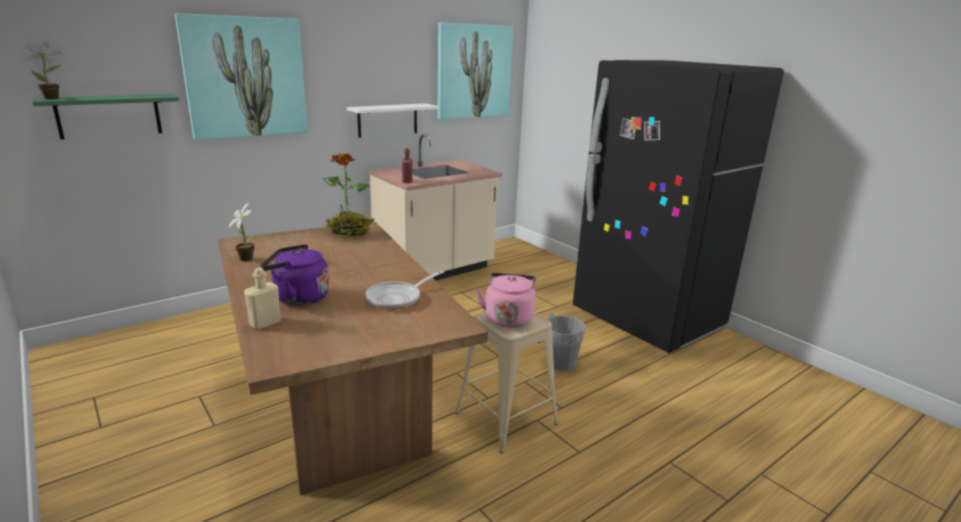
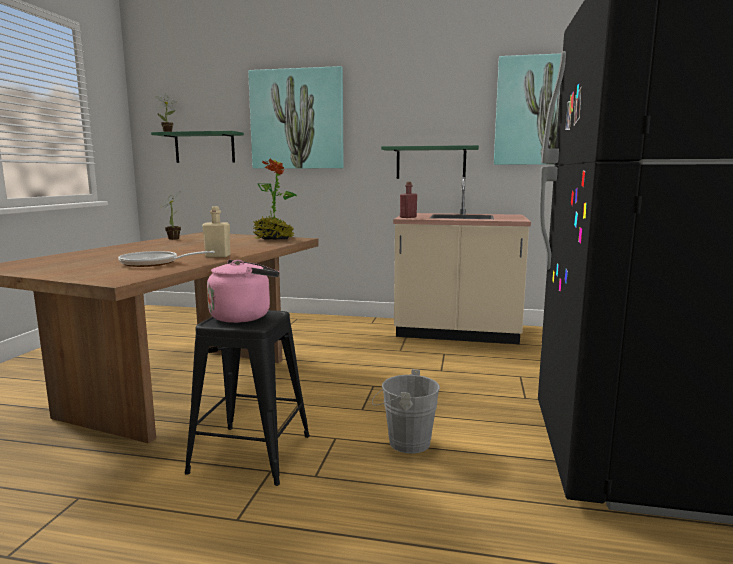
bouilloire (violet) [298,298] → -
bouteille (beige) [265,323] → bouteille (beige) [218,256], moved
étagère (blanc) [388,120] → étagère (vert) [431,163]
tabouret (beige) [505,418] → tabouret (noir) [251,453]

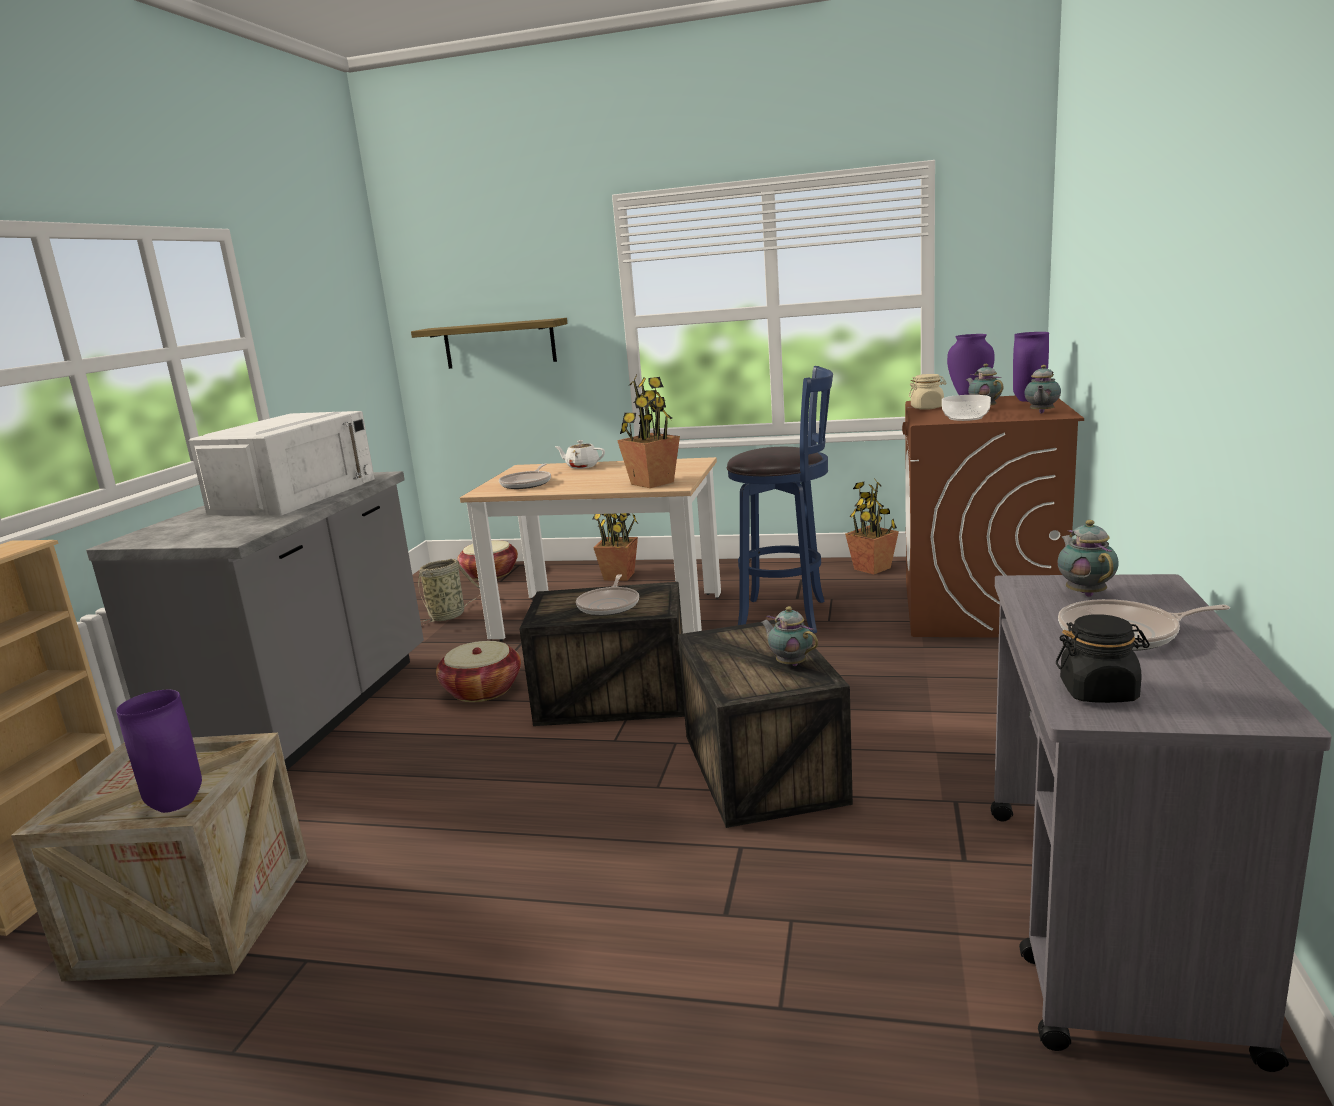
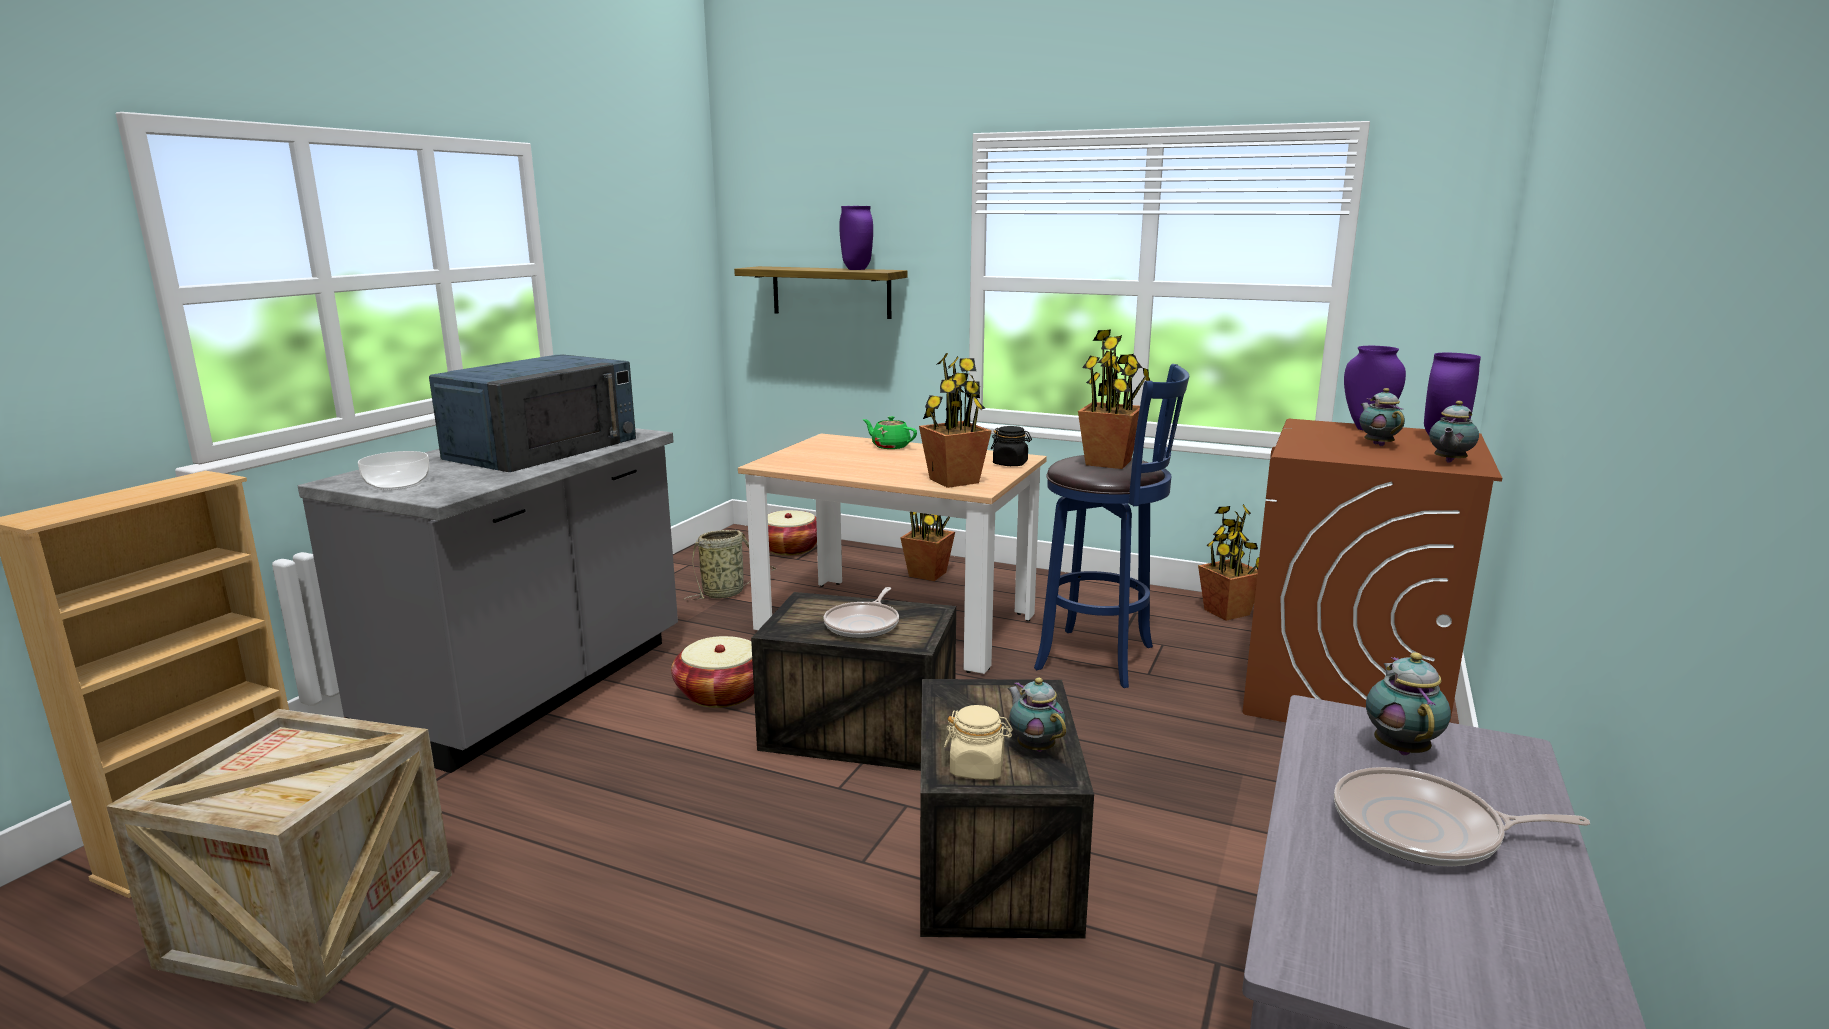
poêle [527,483] → -
- → plante en pot [1108,462]
vase (violet) [178,803] → vase (violet) [857,269], moved
bocal (beige) [927,408] → bocal (beige) [977,768], moved
bol [966,418] → bol [398,484], moved
bocal (noir) [1099,692] → bocal (noir) [1010,464], moved
micro-ondes (blanc) [295,495] → micro-ondes (bleu) [543,448]
théière (blanc) [582,466] → théière (vert) [890,446]

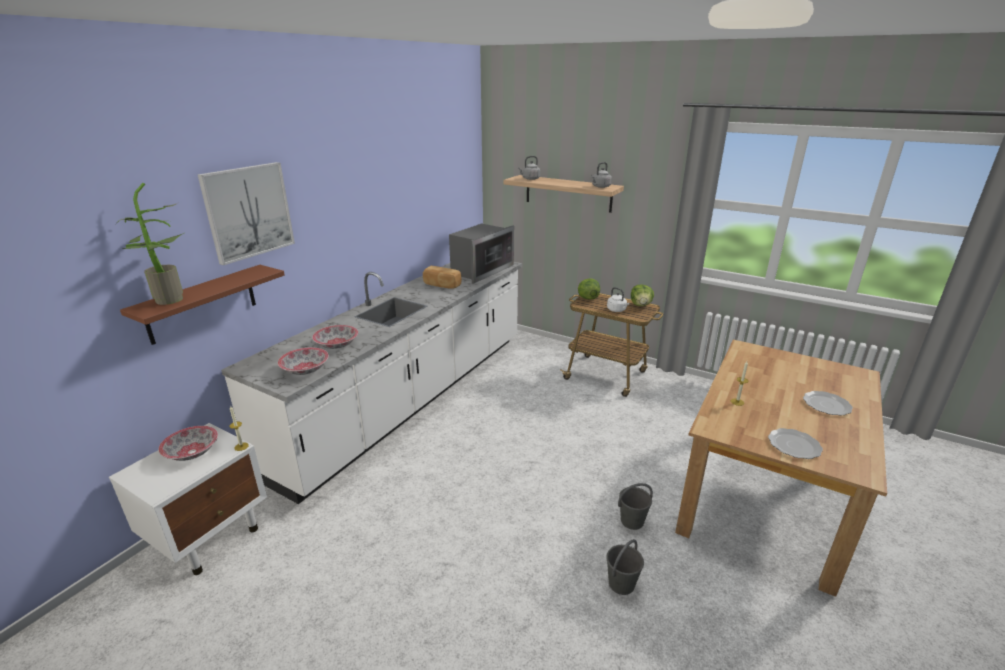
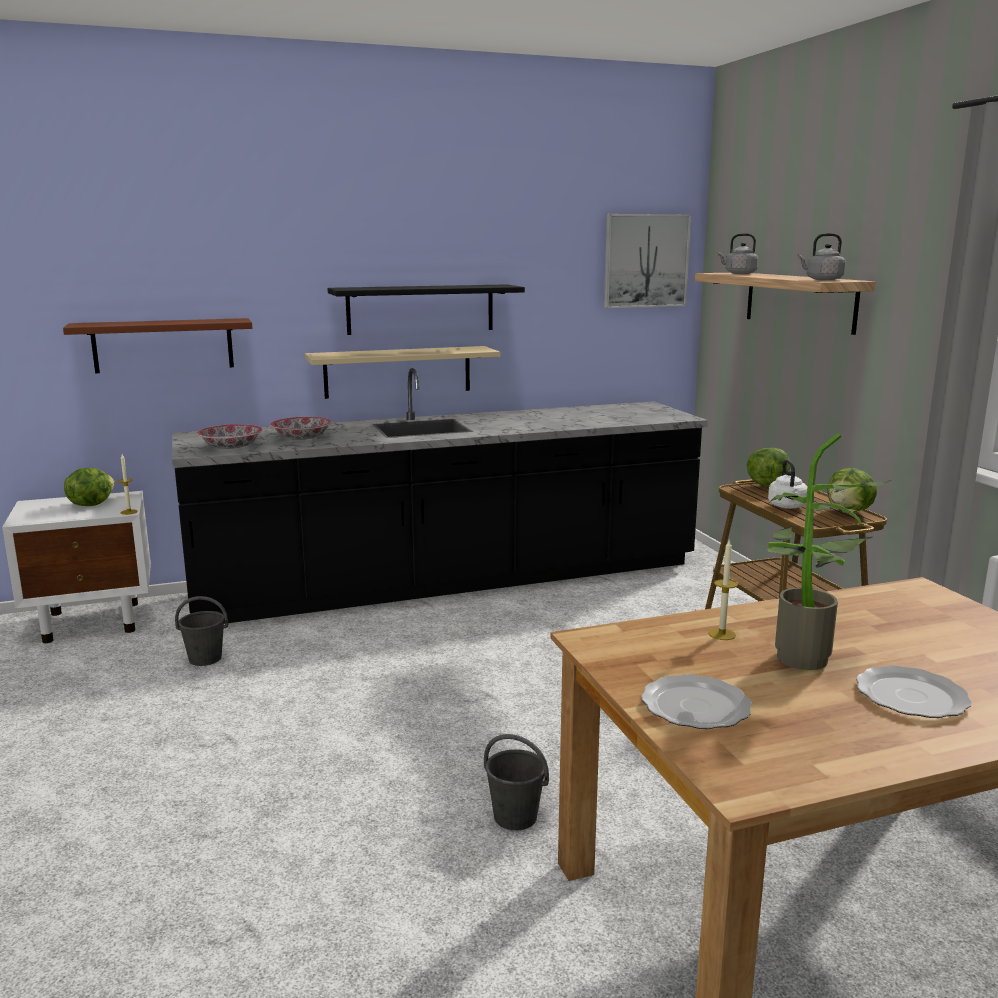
pain [442,285] → -
micro-ondes [481,270] → -
- → étagère (beige) [398,372]
- → étagère (noir) [421,309]
plante en pot [169,301] → plante en pot [802,662], moved
tableau [248,211] → tableau [646,261], moved
seau (gris) [621,583] → seau (gris) [206,658], moved
bol [191,452] → laitue [90,504]
comptoir de cuisine (blanc) [412,398] → comptoir de cuisine (noir) [451,582]

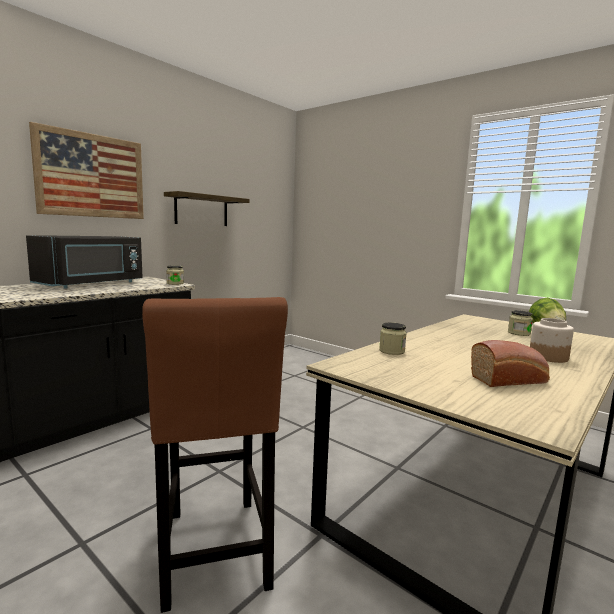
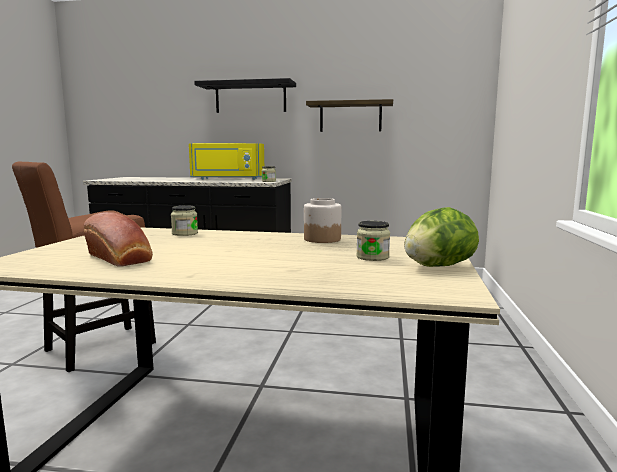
bocal [547,357] → bocal [322,239], moved
tableau [91,176] → étagère (noir) [250,98]
micro-ondes (noir) [93,284] → micro-ondes (jaune) [227,179]

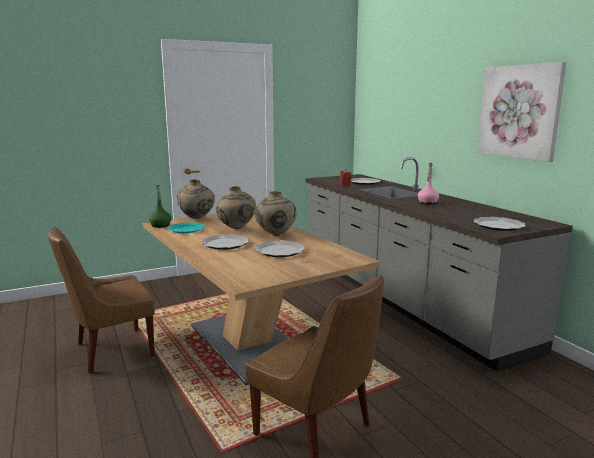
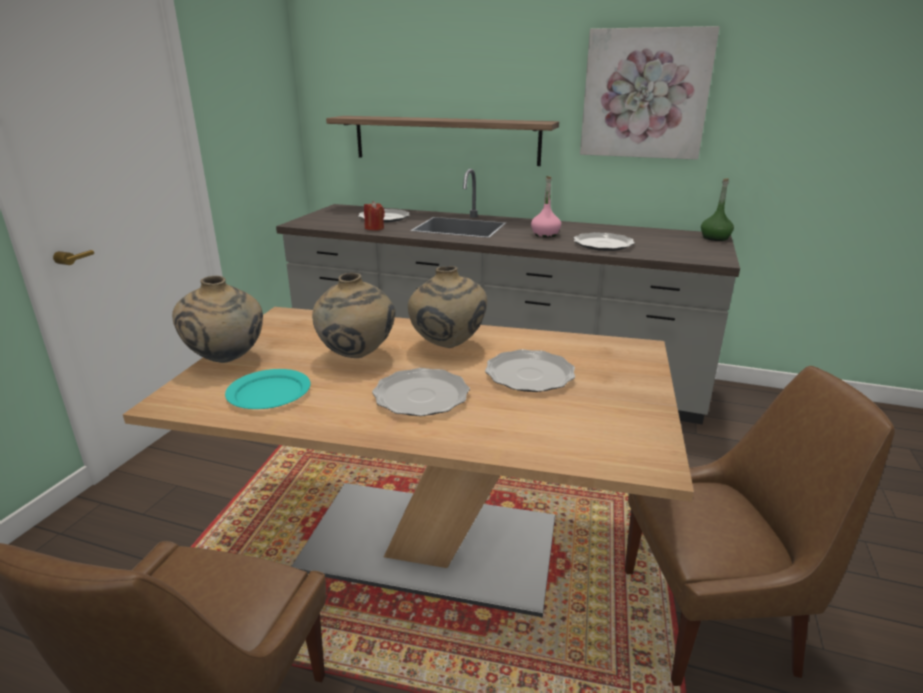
- → étagère [445,140]
bouteille (vert) [160,225] → bouteille (vert) [715,238], moved
assiette [498,226] → assiette [602,244], moved

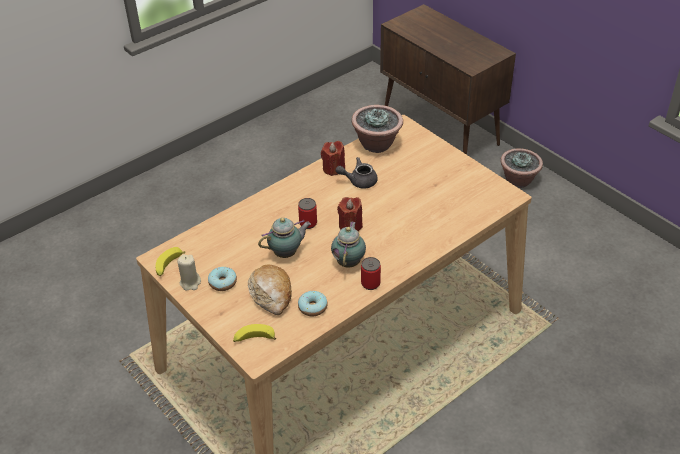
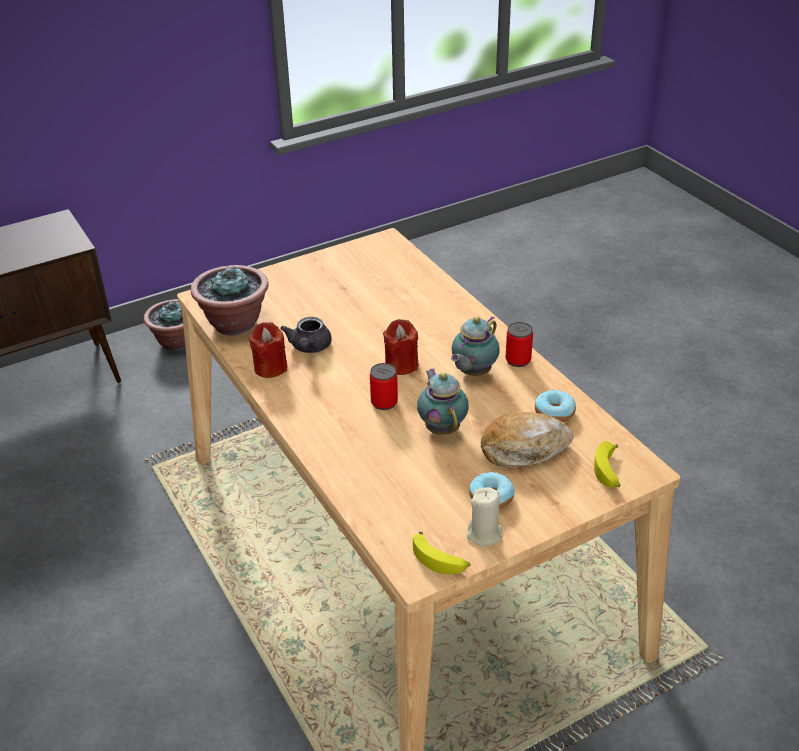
théière [349,261] → théière [473,373], 75 degrees counterclockwise

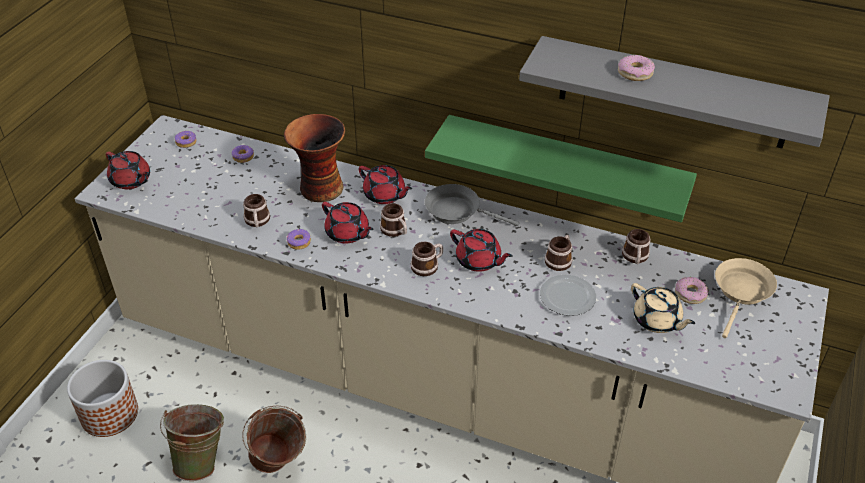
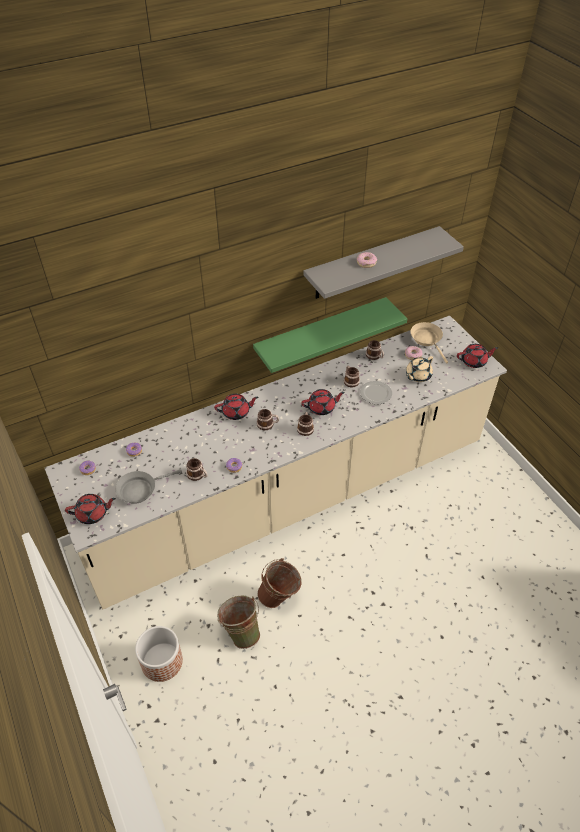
vase [320,189] → -
théière (rouge) [348,233] → théière (rouge) [474,361], moved
poêle (gris) [457,211] → poêle (gris) [140,489], moved
théière (beige) [657,321] → théière (beige) [417,376], 135 degrees clockwise

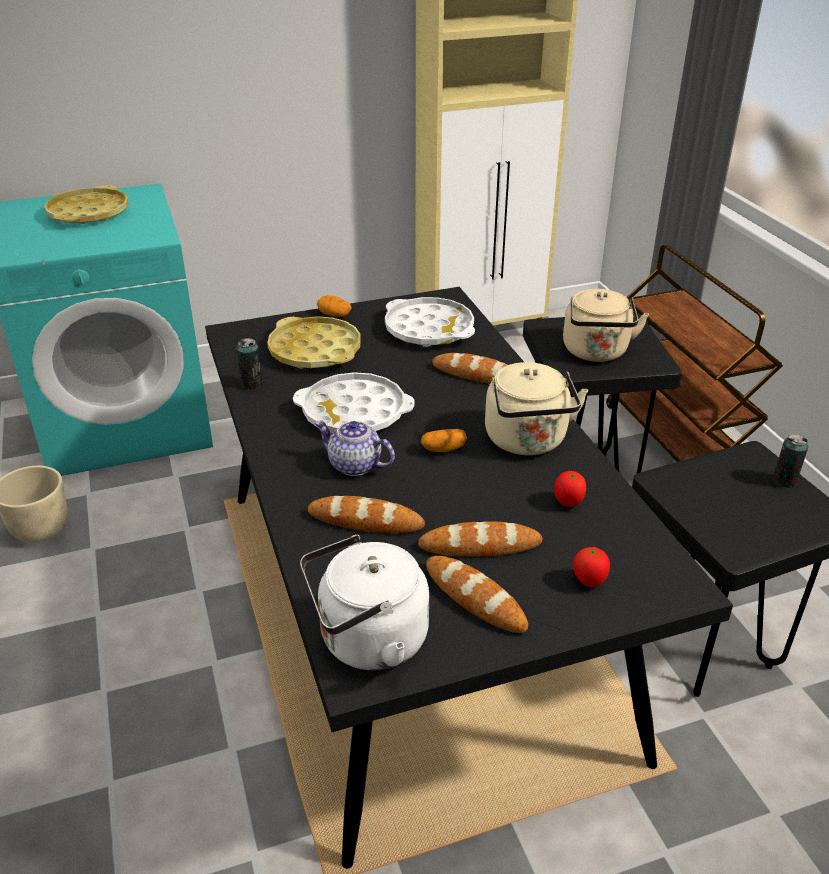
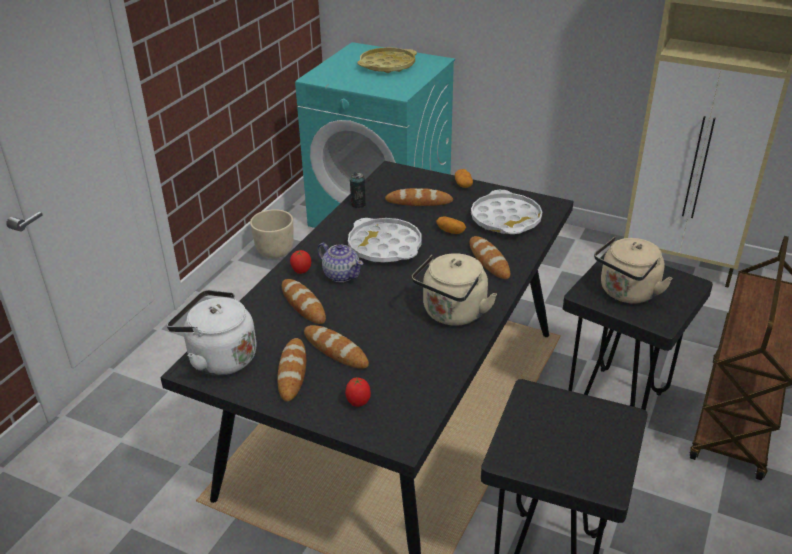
boîte métallique [784,481] → -
pomme de terre [443,449] → pomme de terre [451,231], moved
tomate [568,503] → tomate [301,271], moved
plateau (jaune) [315,351] → pain [419,201]
théière [355,465] → théière [341,274], 150 degrees clockwise

